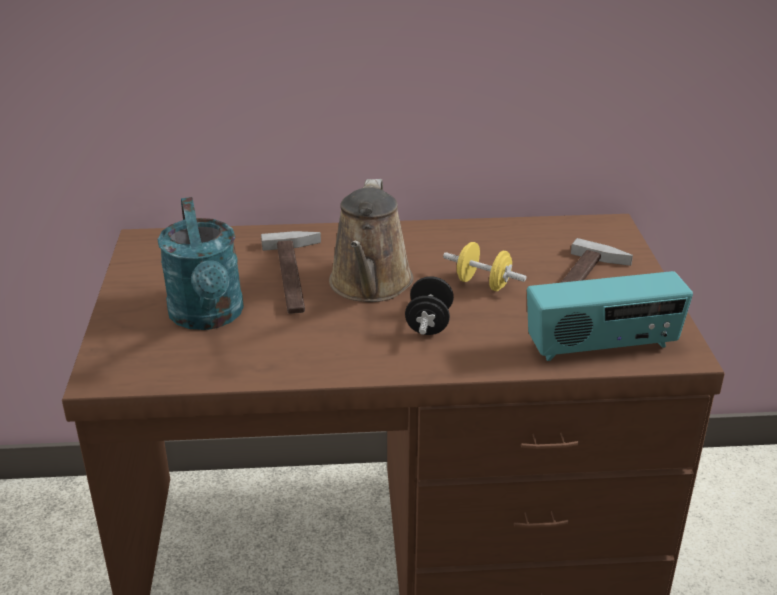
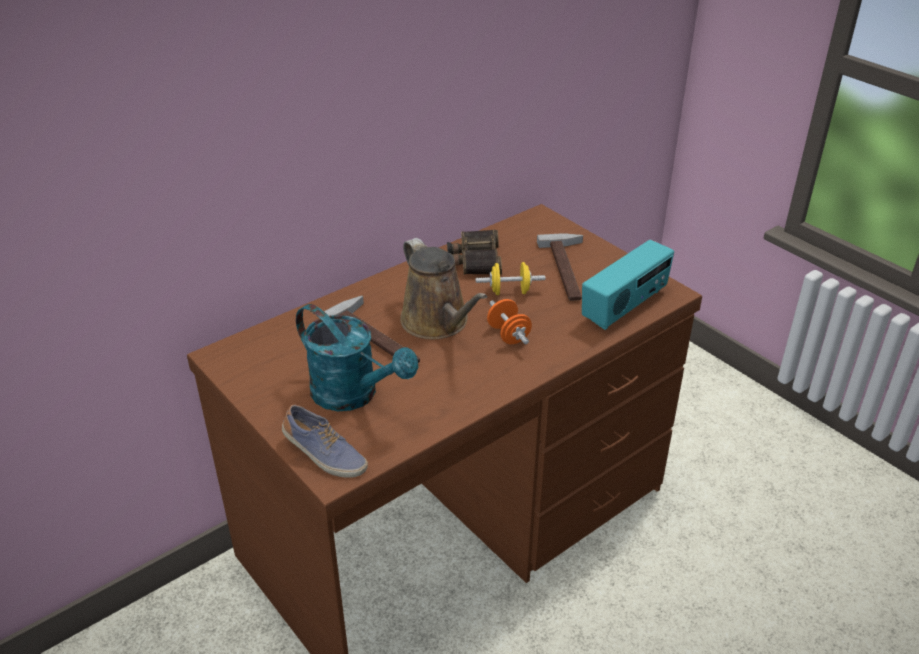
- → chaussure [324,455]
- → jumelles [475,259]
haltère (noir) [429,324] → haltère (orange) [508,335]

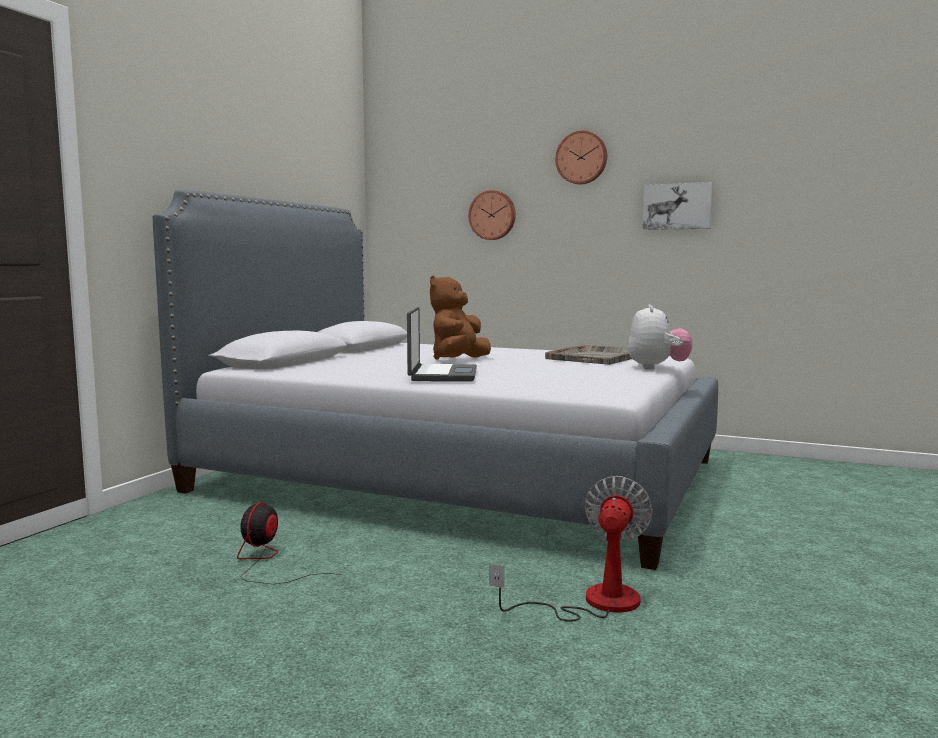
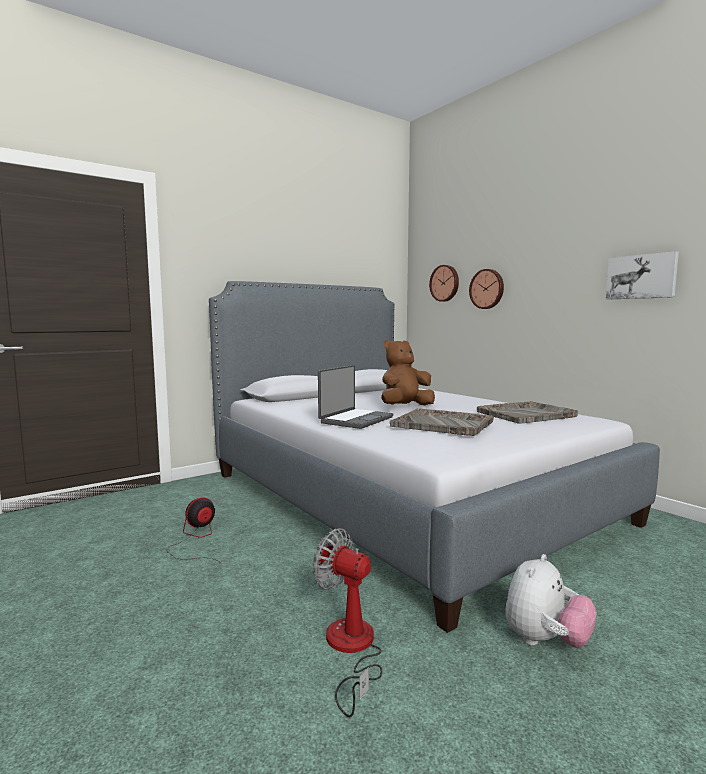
- → plateau (gris) [443,424]
horloge murale [581,158] → horloge murale [445,283], moved
peluche [657,368] → peluche [545,641], moved
ventilateur [593,603] → ventilateur [351,649], 105 degrees counterclockwise

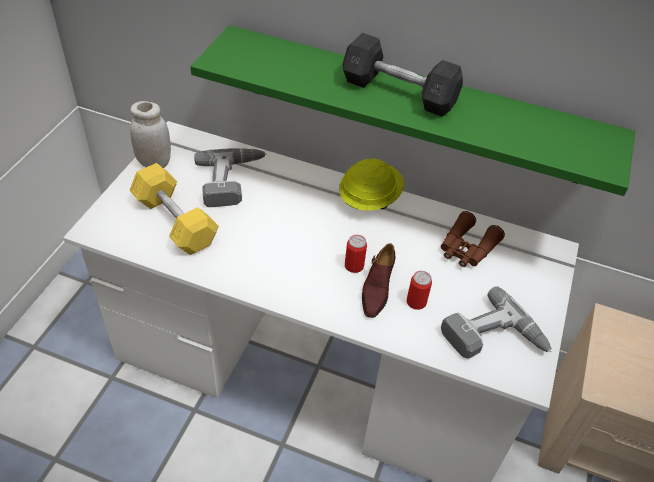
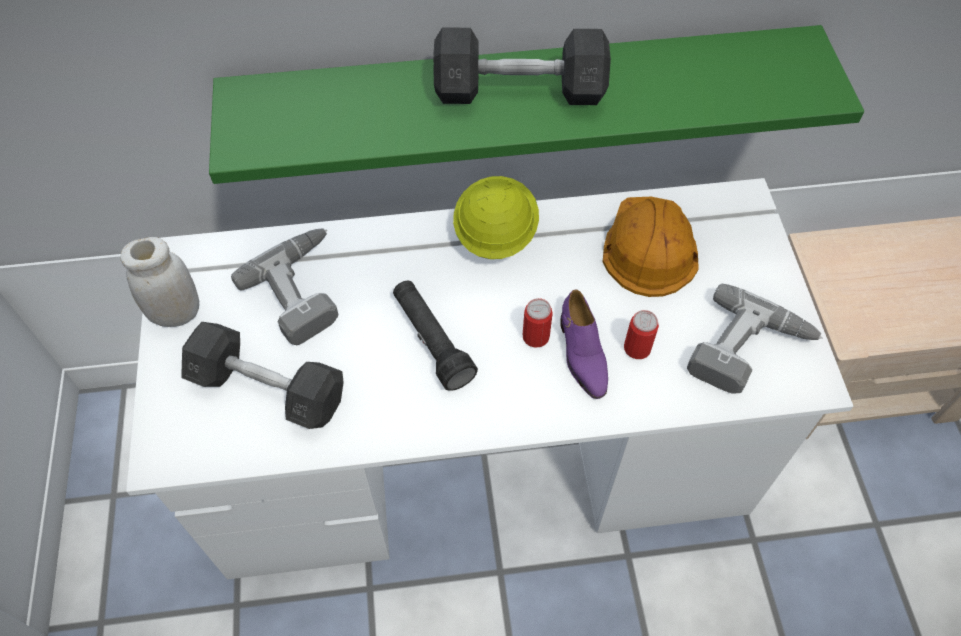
- → lampe de poche (noir) [431,341]
jumelles (marron) [466,248] → casque de chantier (orange) [649,246]
haltère (jaune) [175,221] → haltère (gris) [268,388]
chaussure (marron) [376,289] → chaussure (violet) [582,354]

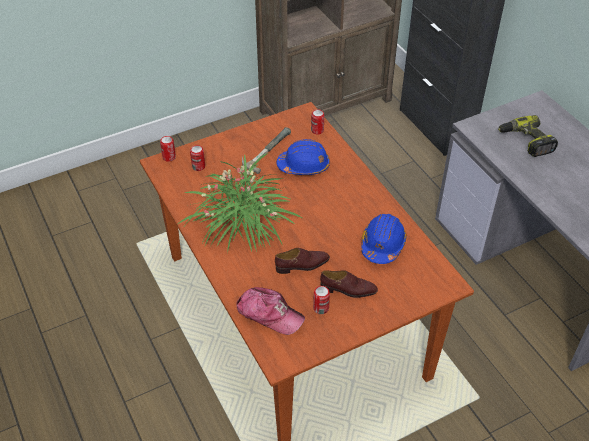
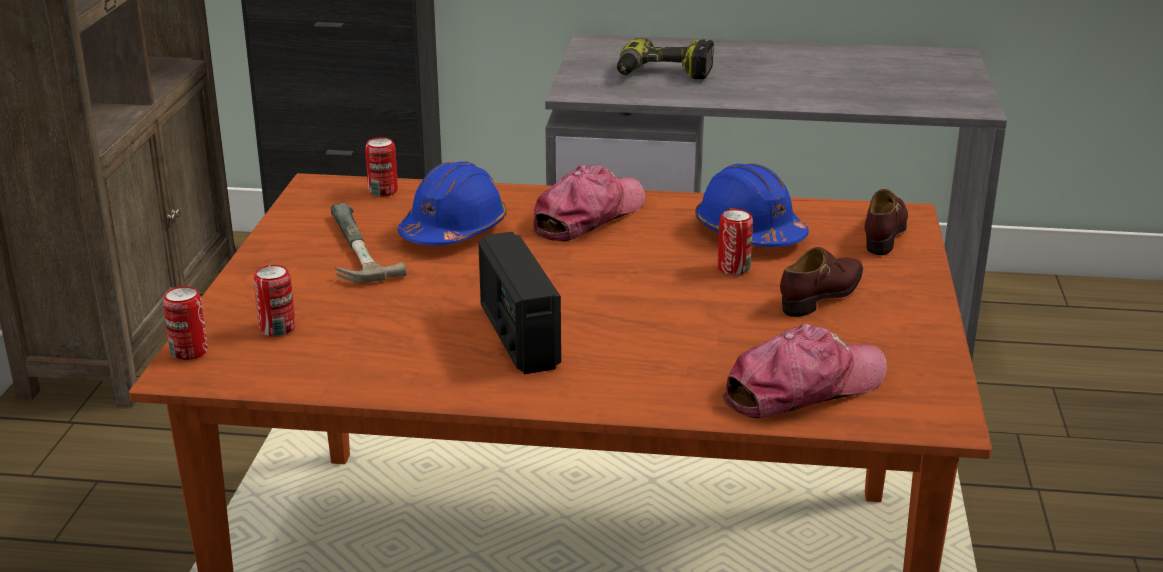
- → casquette [588,216]
chaussure (marron) [302,265] → chaussure (marron) [885,232], moved
boîte métallique [321,308] → boîte métallique [733,268], moved
plante en pot [242,223] → radio [518,336]

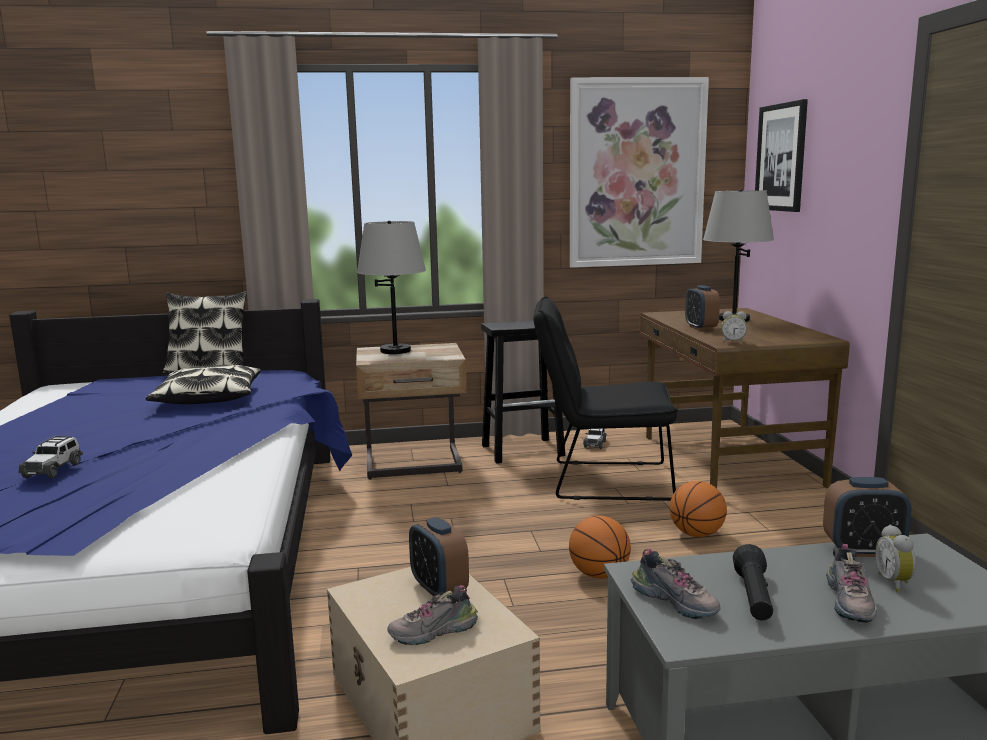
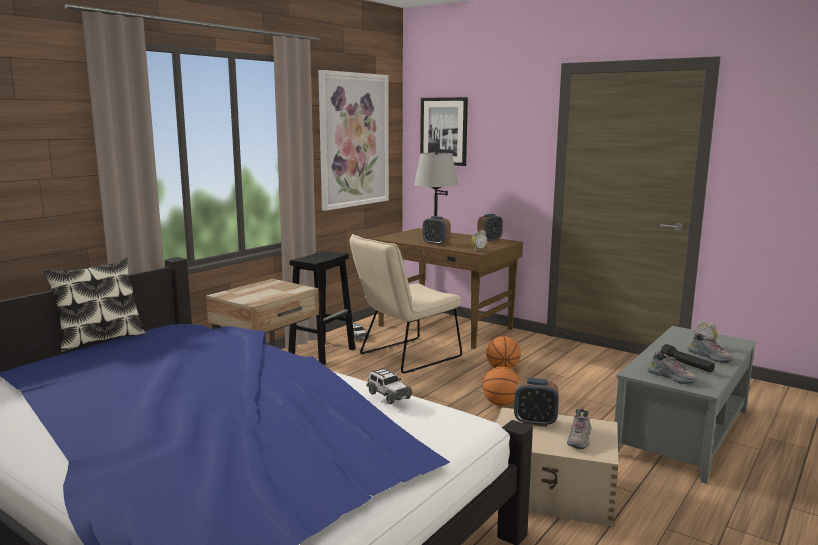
coussin [208,398] → -
lampe de table (gris) [396,351] → -
petite voiture [53,470] → petite voiture [388,395], moved
réveil [863,550] → réveil [489,241], moved
chaise (noir) [601,480] → chaise (beige) [405,357]
chaussure [676,602] → chaussure [672,378], 45 degrees clockwise

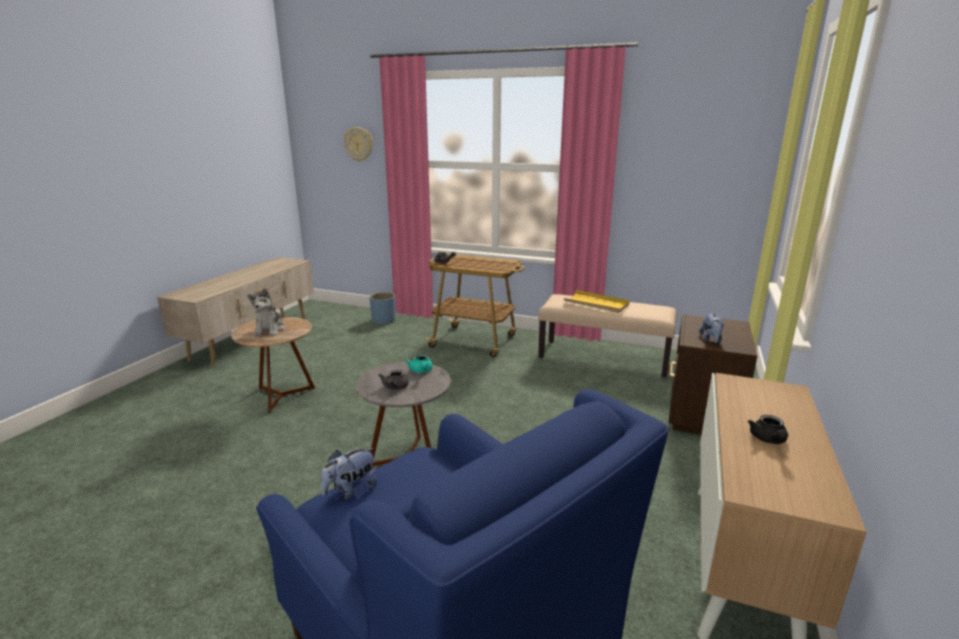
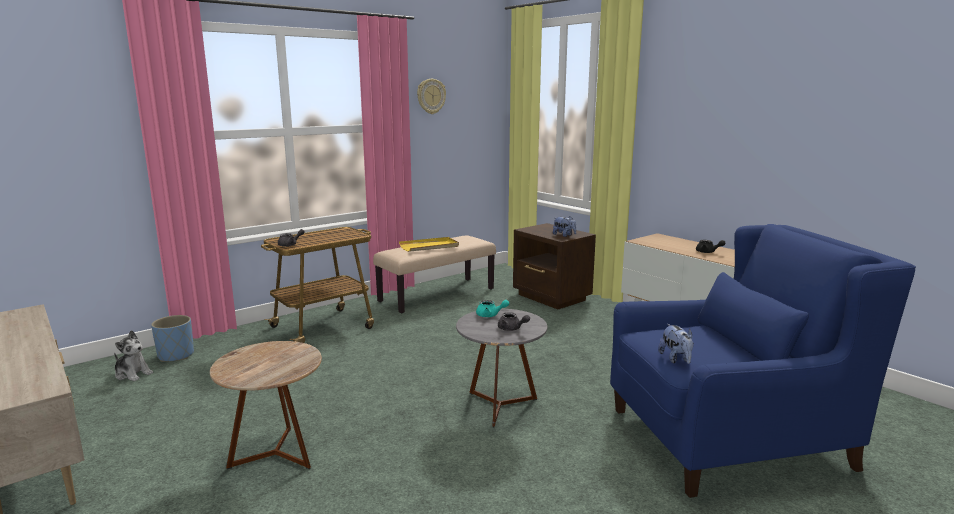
peluche [270,330] → peluche [133,374], moved
horloge murale [358,144] → horloge murale [431,96], moved

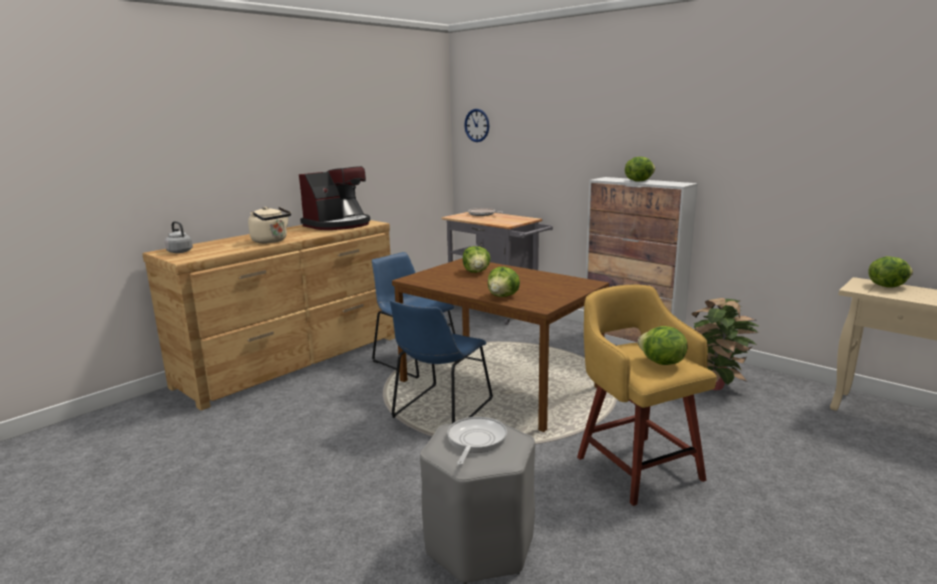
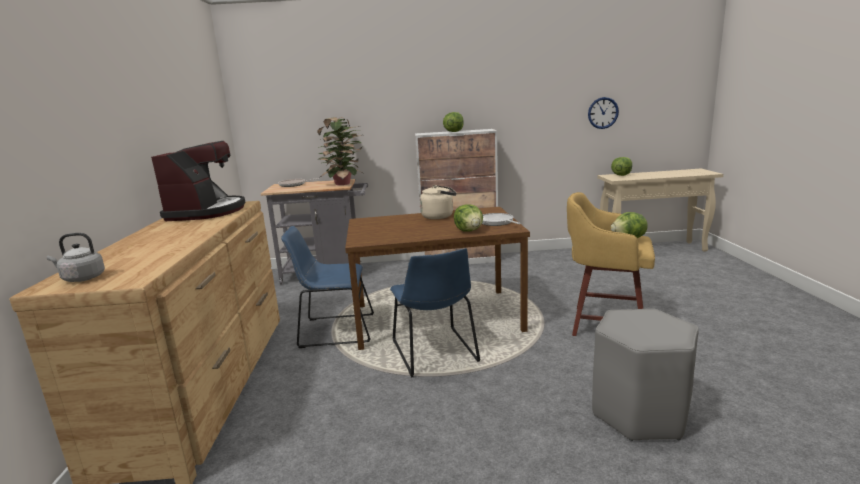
laitue [476,272] → -
bouilloire (beige) [271,241] → bouilloire (beige) [439,216], moved
poêle [475,441] → poêle [497,222], moved
horloge murale [477,125] → horloge murale [603,113], moved
plante en pot [715,386] → plante en pot [344,183], moved

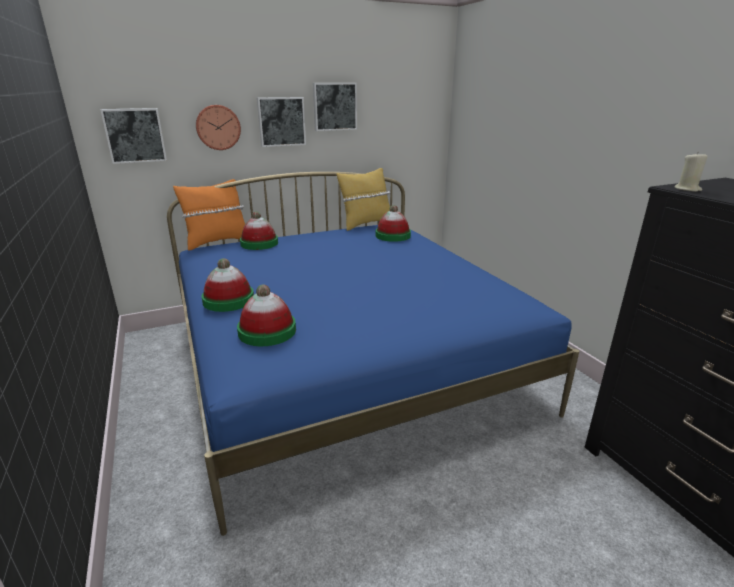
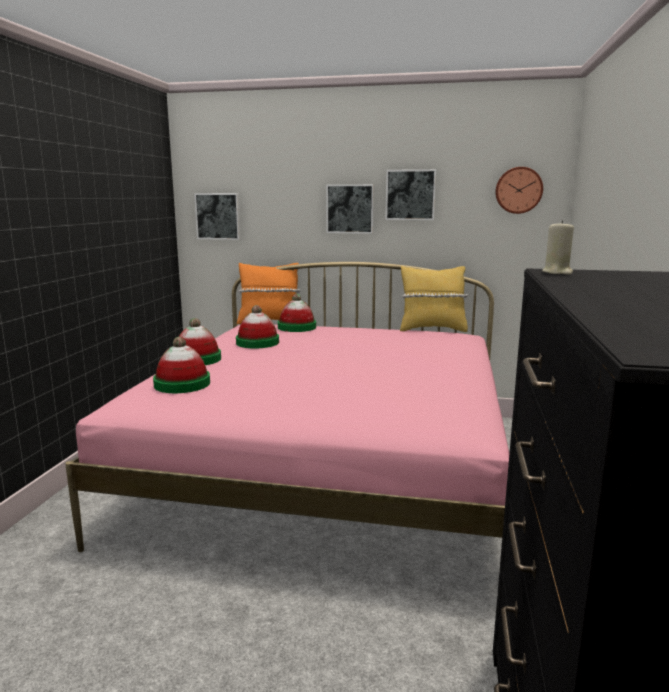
horloge murale [218,127] → horloge murale [518,190], moved
chapeau [393,236] → chapeau [257,342], moved
lit (bleu) [345,362] → lit (rose) [328,469]

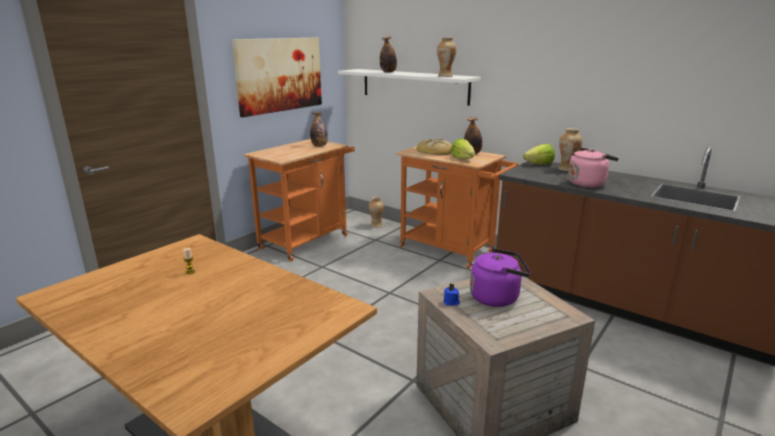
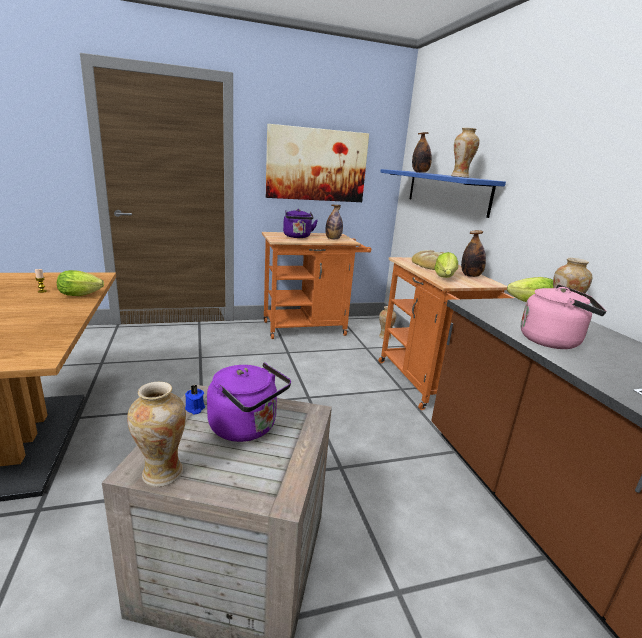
- → laitue [83,295]
- → vase [162,473]
- → bouilloire (violet) [297,237]
étagère (blanc) [414,86] → étagère (bleu) [446,191]

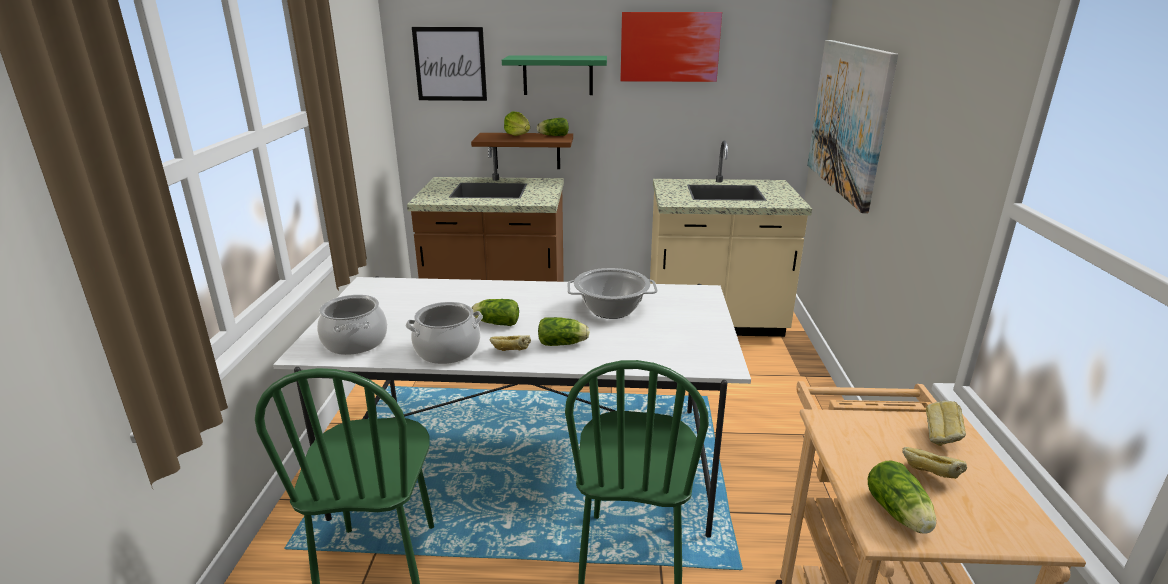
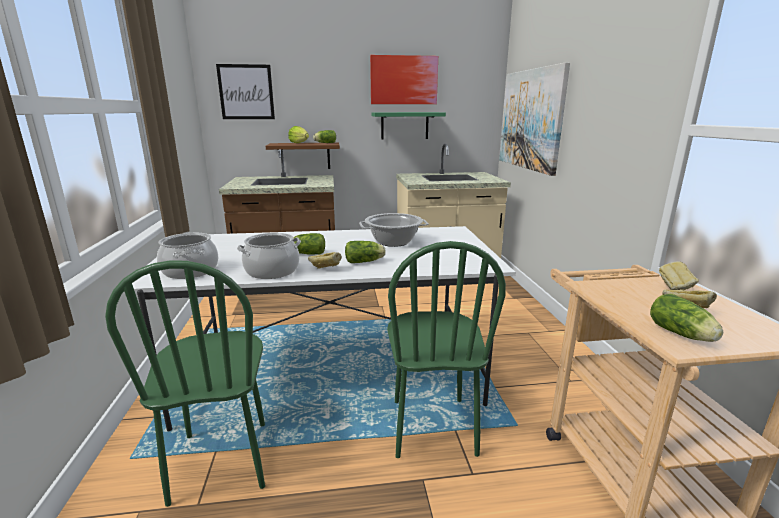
étagère (vert) [558,75] → étagère (vert) [404,125], moved

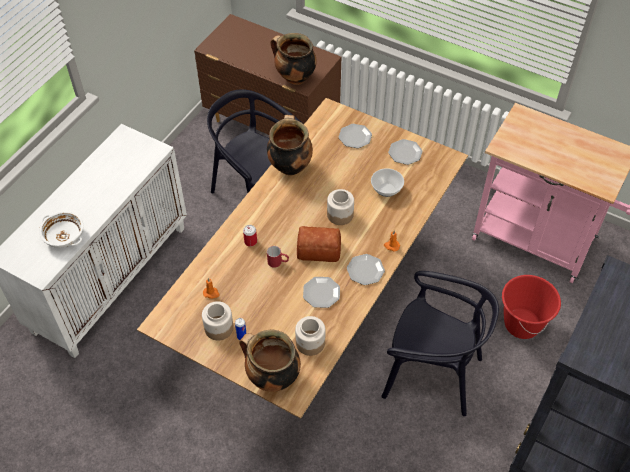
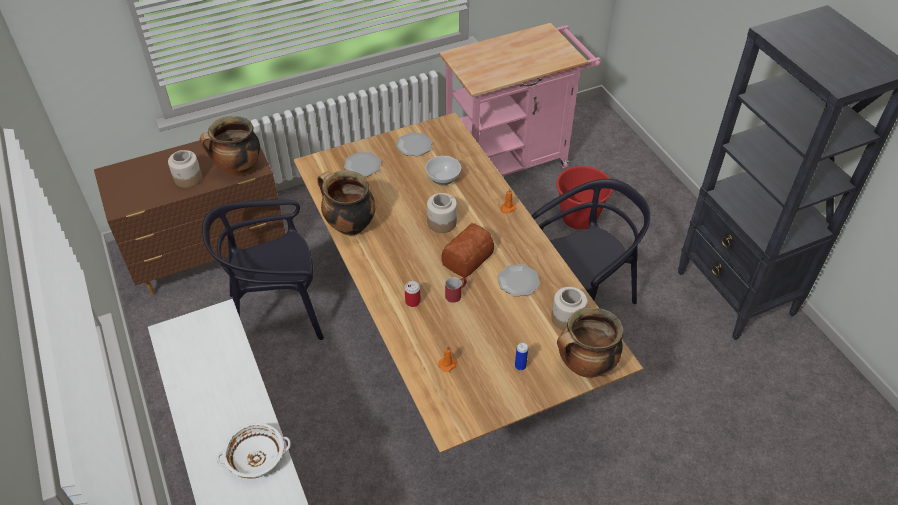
assiette [365,270] → -
bocal [218,328] → bocal [188,178], moved

